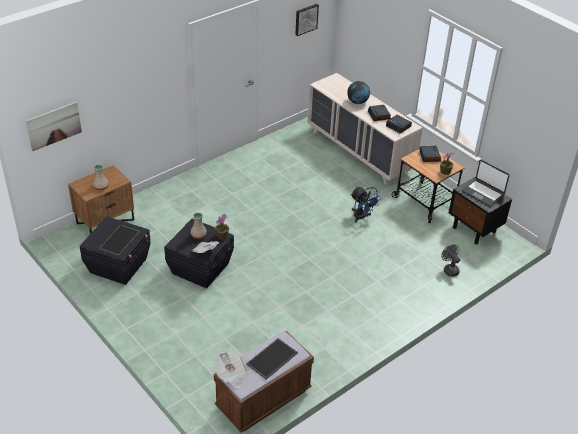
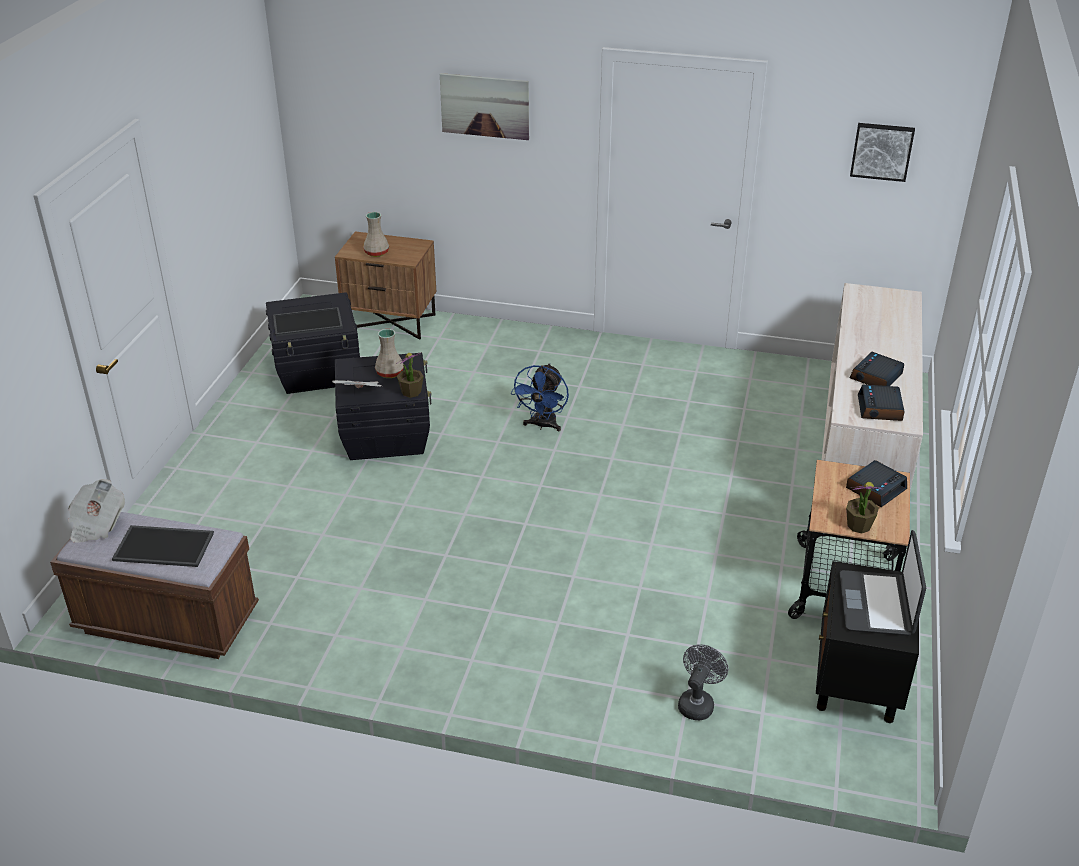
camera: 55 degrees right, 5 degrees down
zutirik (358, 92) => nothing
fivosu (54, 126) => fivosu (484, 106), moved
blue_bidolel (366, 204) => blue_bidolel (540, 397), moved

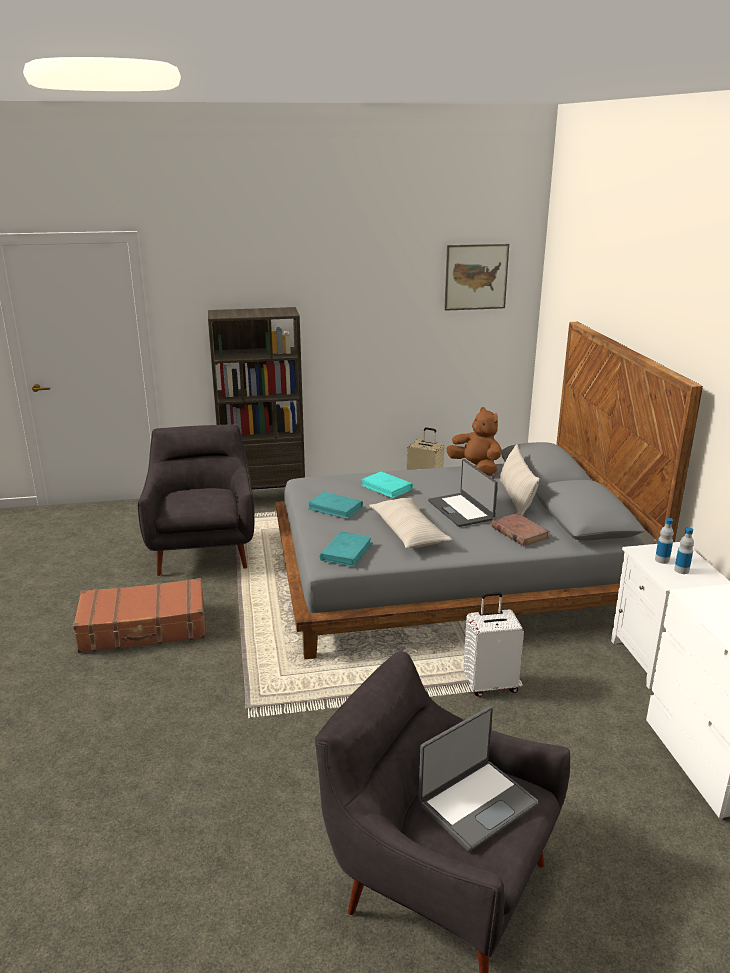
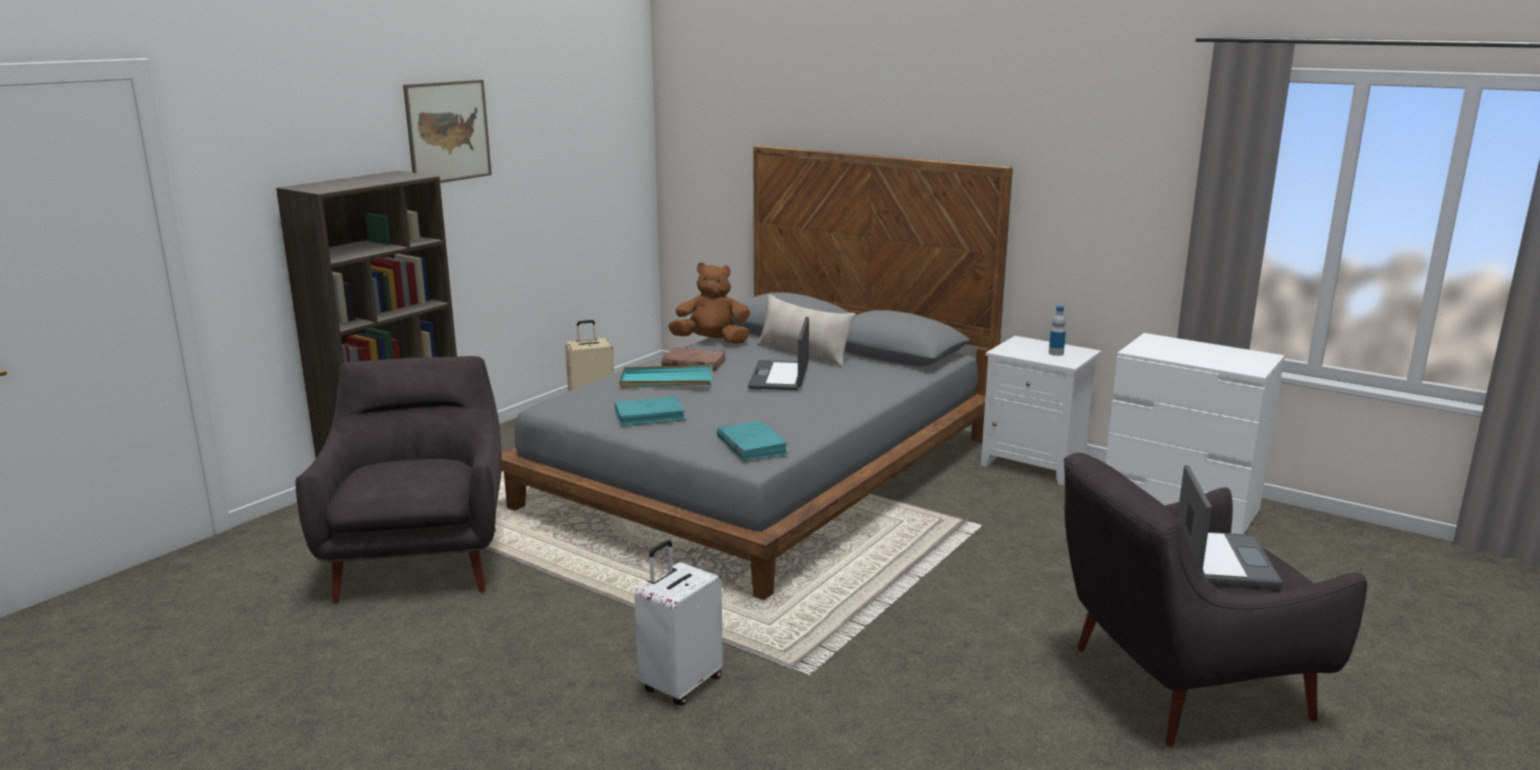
camera: 45 degrees left, 5 degrees down
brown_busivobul (139, 615) => nothing
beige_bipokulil (410, 523) => nothing
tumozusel (664, 541) => nothing
fivosu (476, 277) => fivosu (447, 131), moved
white_busivobul (493, 644) => white_busivobul (678, 622), moved
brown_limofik (520, 529) => brown_limofik (694, 359), moved
turquoise_limofik (387, 485) => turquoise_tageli (666, 376)
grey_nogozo (196, 500) => grey_nogozo (399, 480), 45 degrees clockwise
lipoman (463, 493) => lipoman (778, 353), 75 degrees clockwise

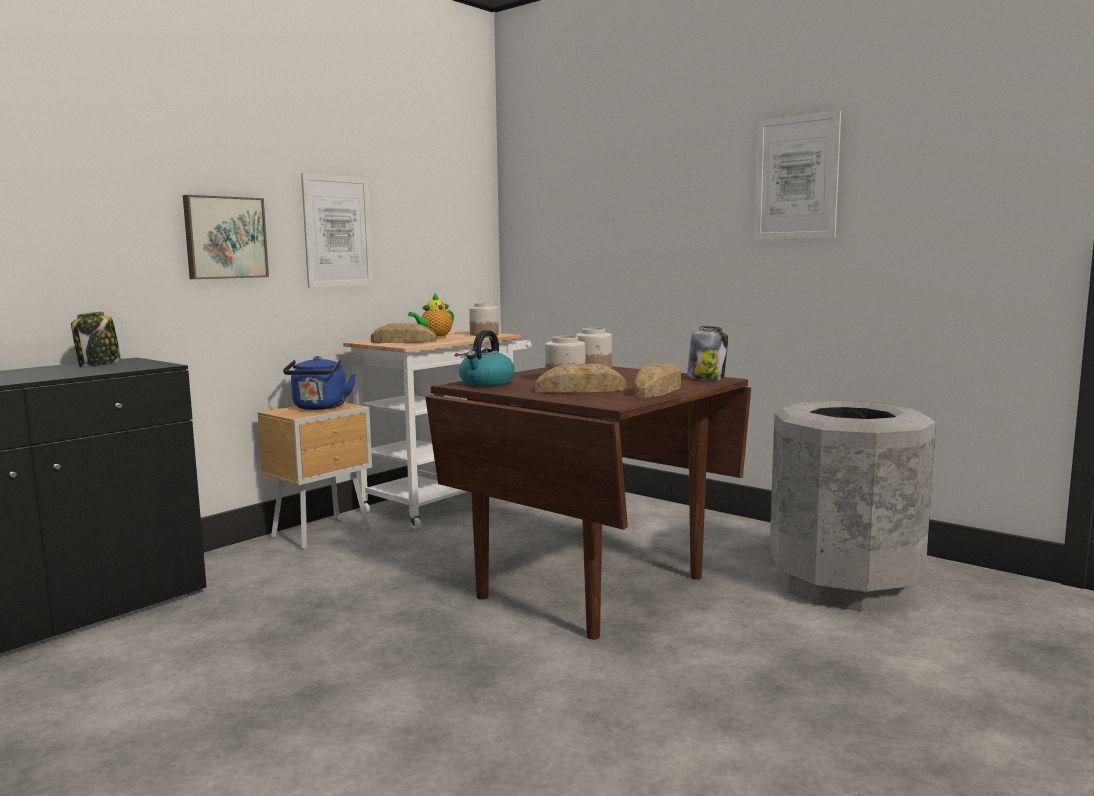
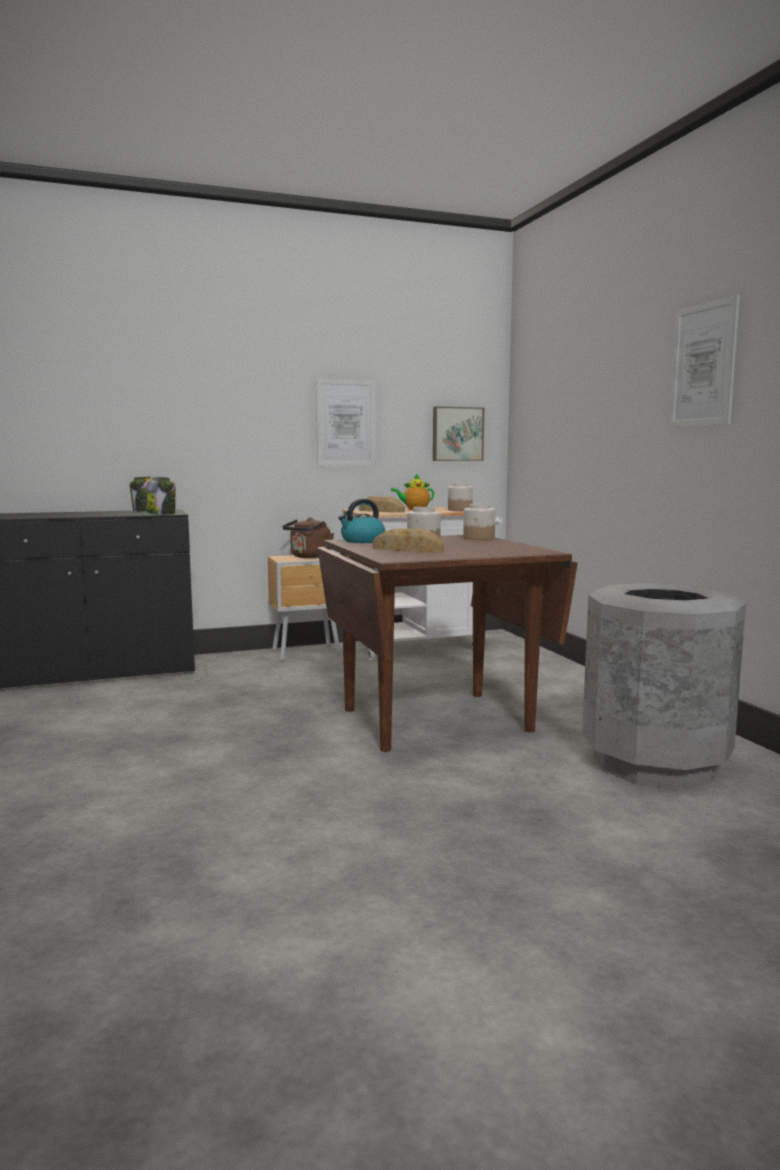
camera: 30 degrees right, 0 degrees up
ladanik (657, 380) => nothing
fivosu (226, 237) => fivosu (458, 434), moved
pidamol (707, 353) => pidamol (161, 496), moved
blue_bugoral (319, 383) => brown_bugoral (308, 538)

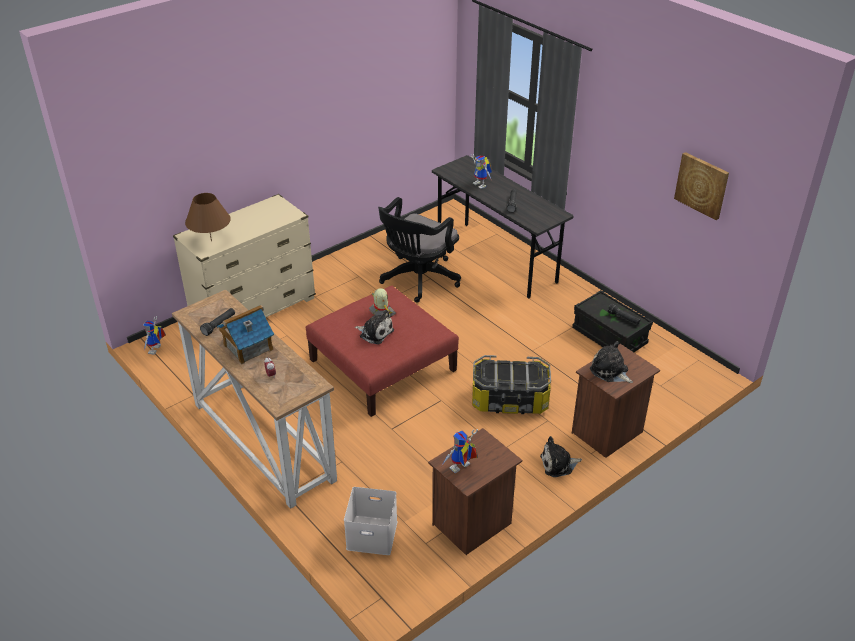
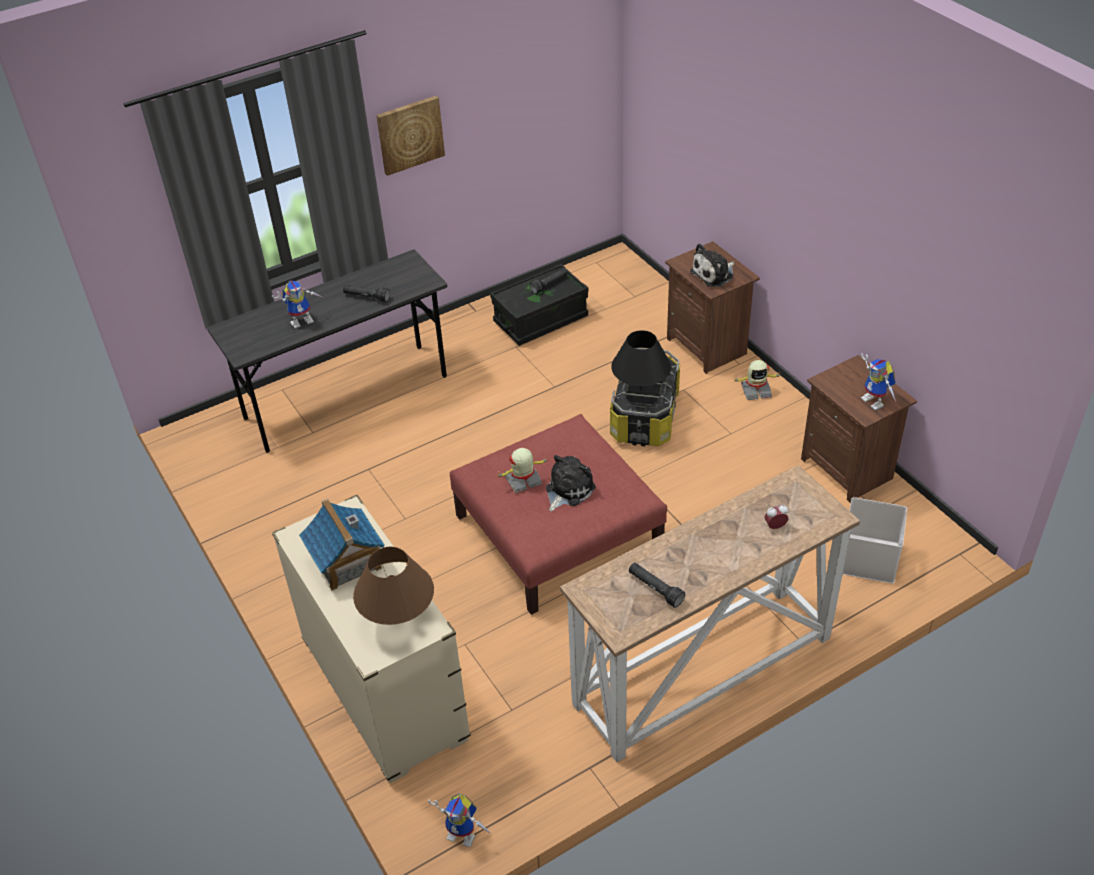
camera: 80 degrees left, 5 degrees up
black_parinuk (419, 249) => nothing
nothing => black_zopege (641, 360)
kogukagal (245, 334) => kogukagal (342, 544), moved
fivosu (701, 186) => fivosu (410, 136), moved
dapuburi (561, 456) => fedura (757, 380)

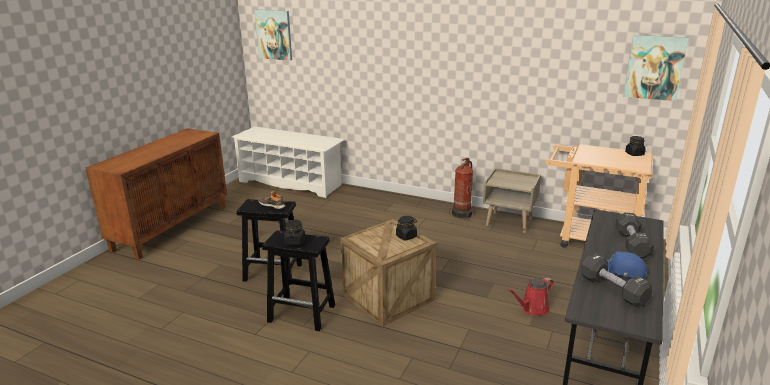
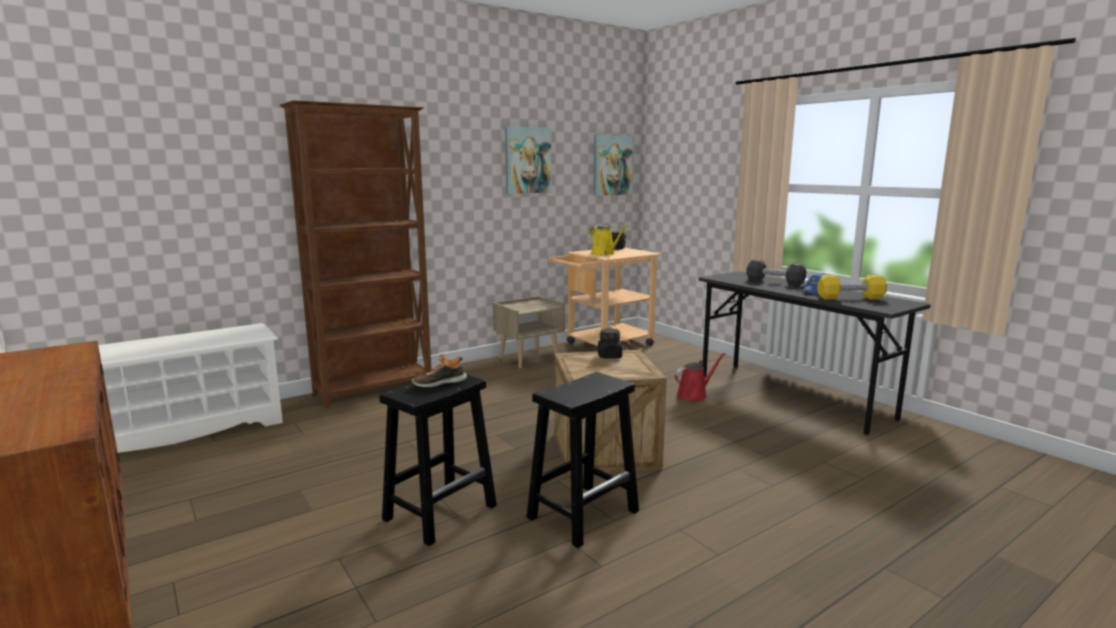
camera: 60 degrees left, 10 degrees down
black_pidamol (294, 232) => nothing
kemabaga (462, 189) => nothing
nothing => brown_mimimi (355, 254)
nothing => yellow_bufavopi (609, 240)
fivosu (273, 35) => fivosu (528, 160), moved
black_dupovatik (616, 280) => yellow_dupovatik (852, 287)
red_bufavopi (531, 297) => red_bufavopi (700, 377), 120 degrees counterclockwise

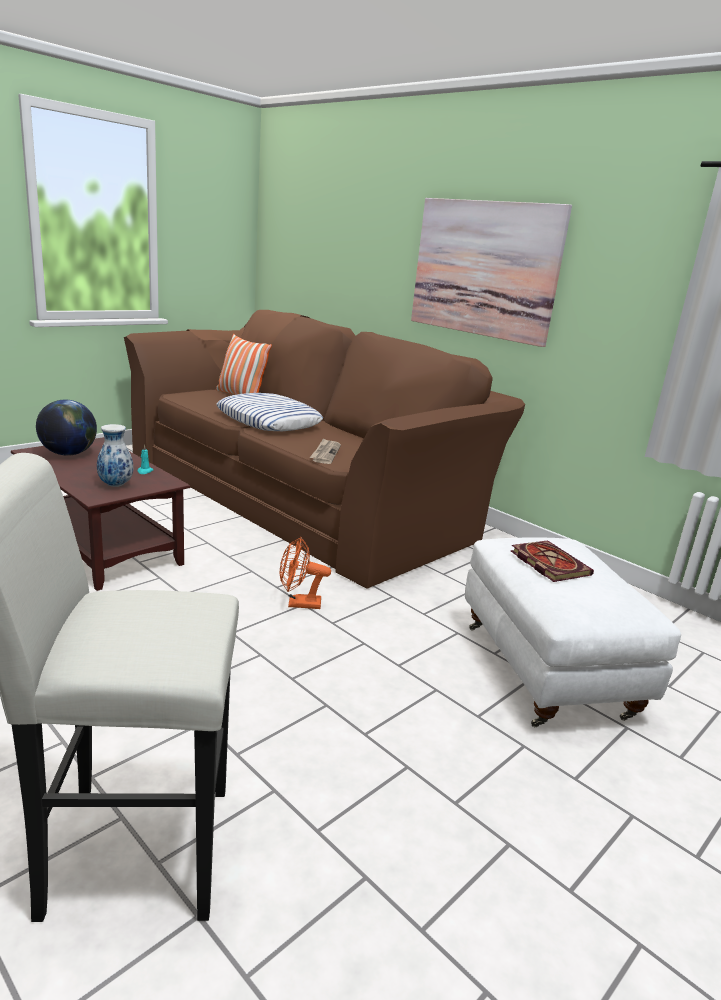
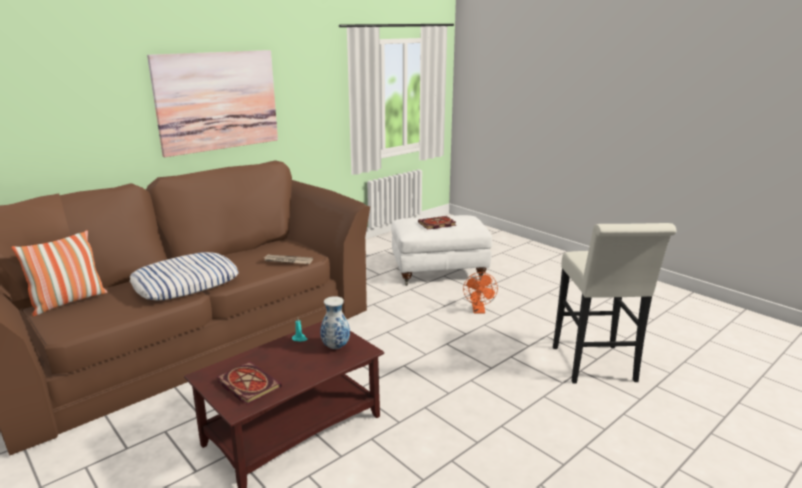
camera: 85 degrees left, 0 degrees up
orange_bidolel (305, 573) => orange_bidolel (480, 293), moved
zutirik (66, 427) => limofik (249, 383)

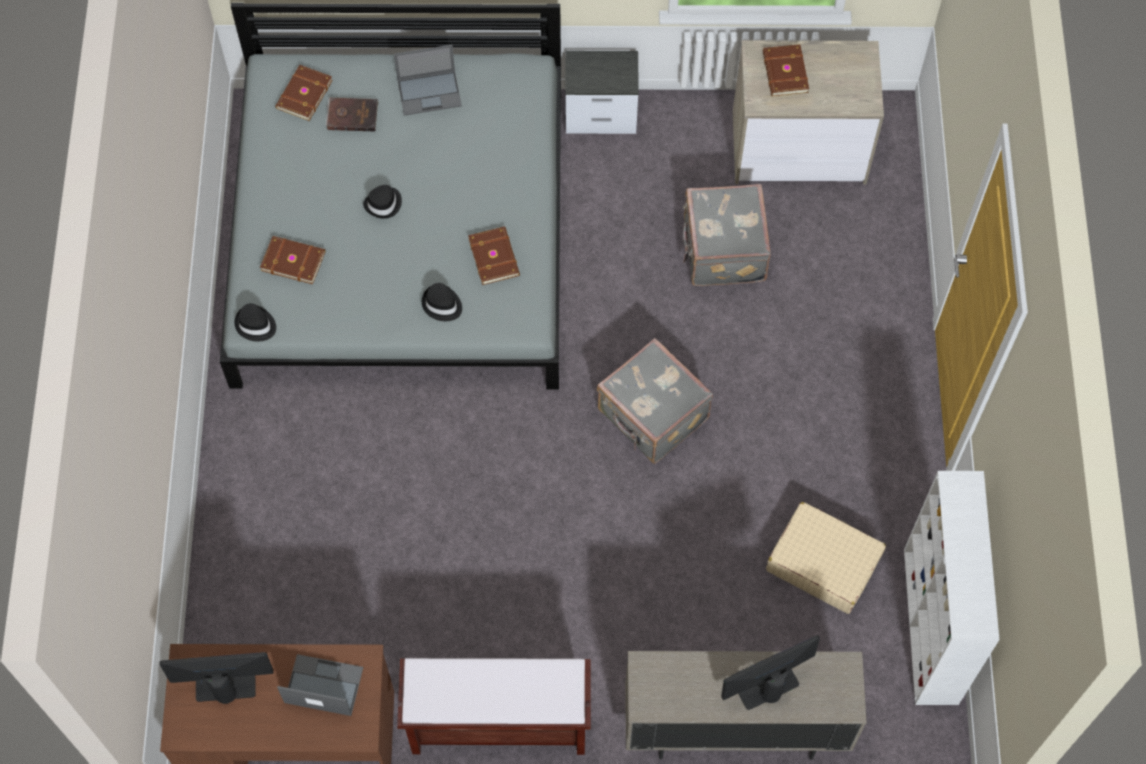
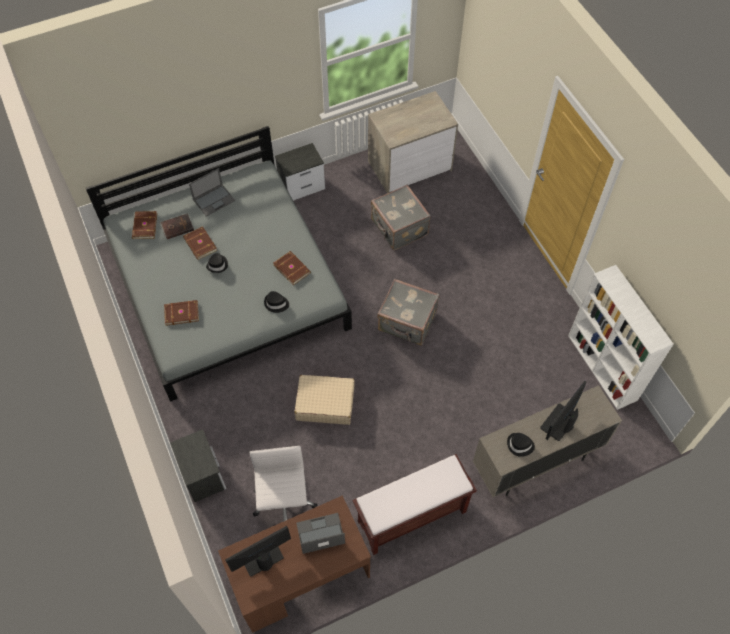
camera: 25 degrees left, 5 degrees down
nothing => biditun (198, 465)
nothing => white_parinuk (283, 483)
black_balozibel (255, 322) => black_balozibel (521, 445), moved
brown_limofik (786, 70) => brown_limofik (200, 243), moved
beige_busivobul (826, 558) => beige_busivobul (324, 400), moved

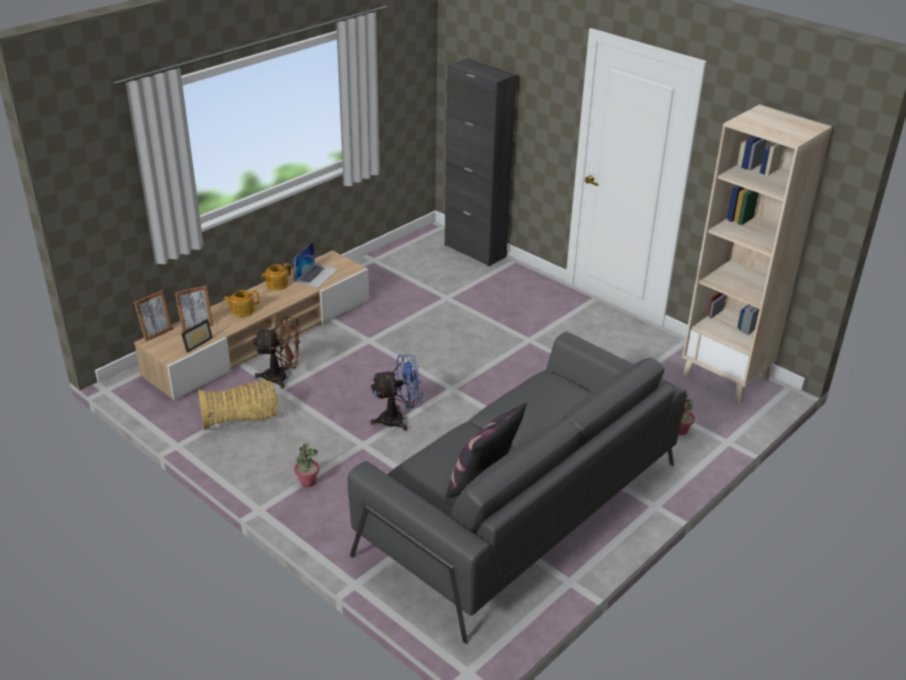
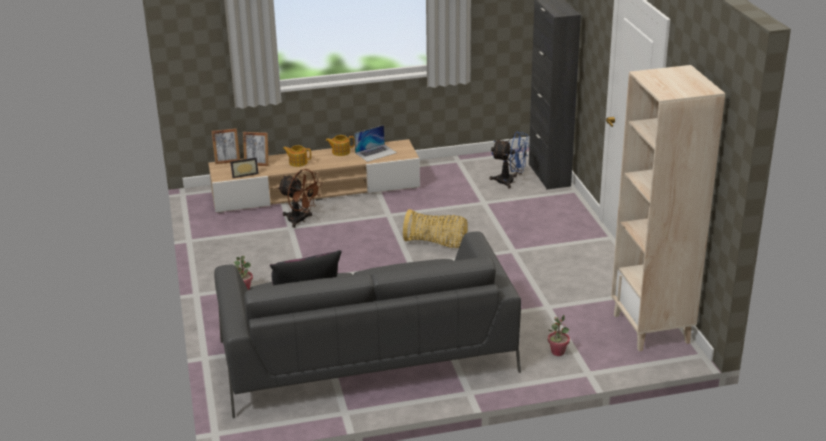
camera: 35 degrees right, 5 degrees down
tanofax (238, 405) => tanofax (435, 228), moved
blue_bidolel (396, 393) => blue_bidolel (509, 160), moved

